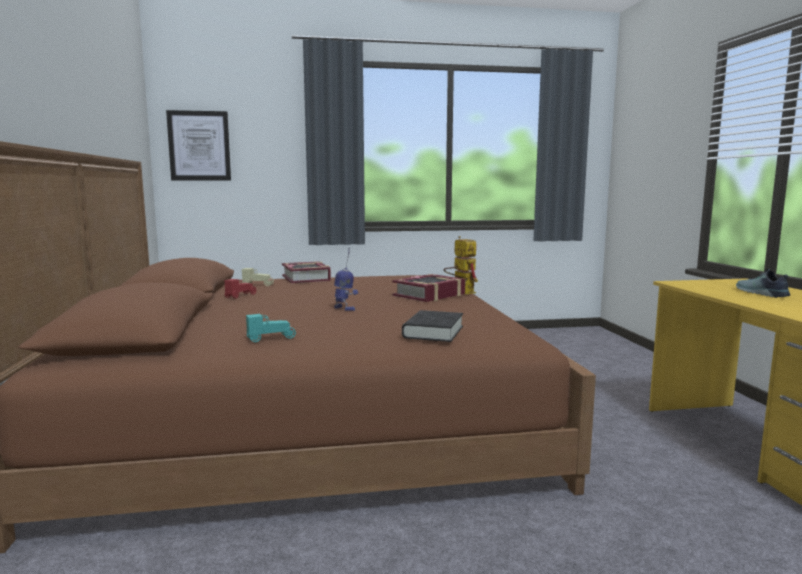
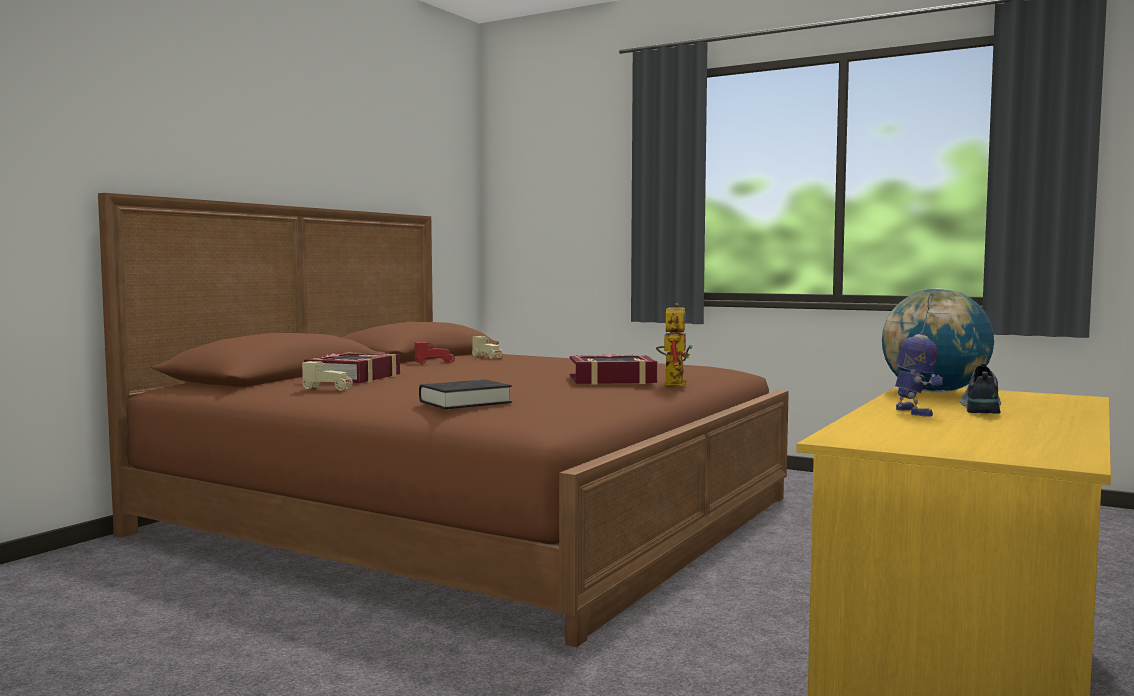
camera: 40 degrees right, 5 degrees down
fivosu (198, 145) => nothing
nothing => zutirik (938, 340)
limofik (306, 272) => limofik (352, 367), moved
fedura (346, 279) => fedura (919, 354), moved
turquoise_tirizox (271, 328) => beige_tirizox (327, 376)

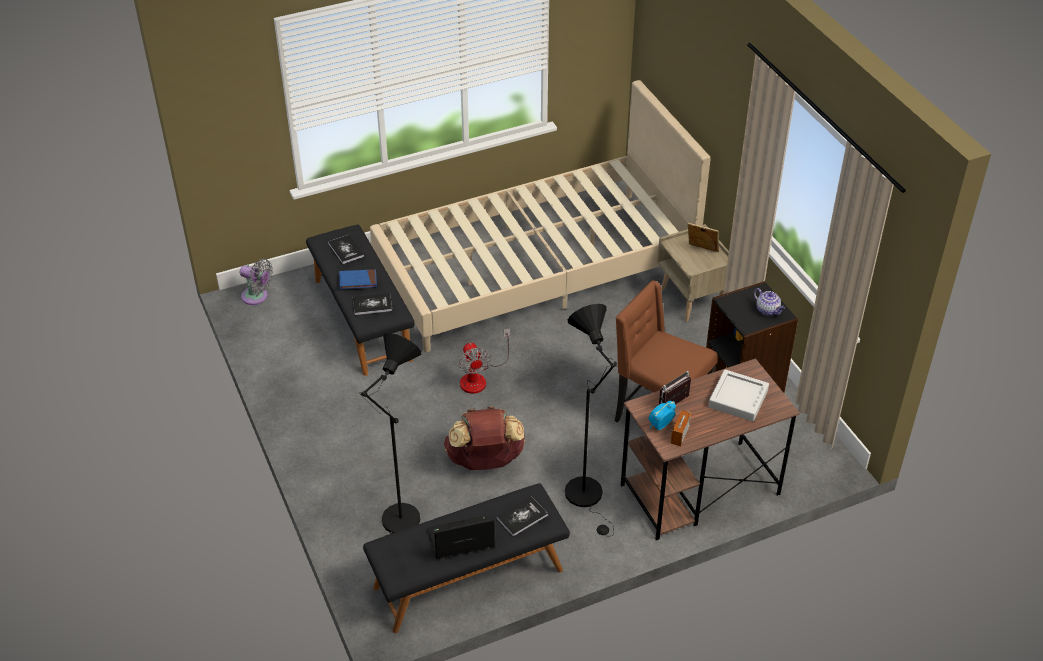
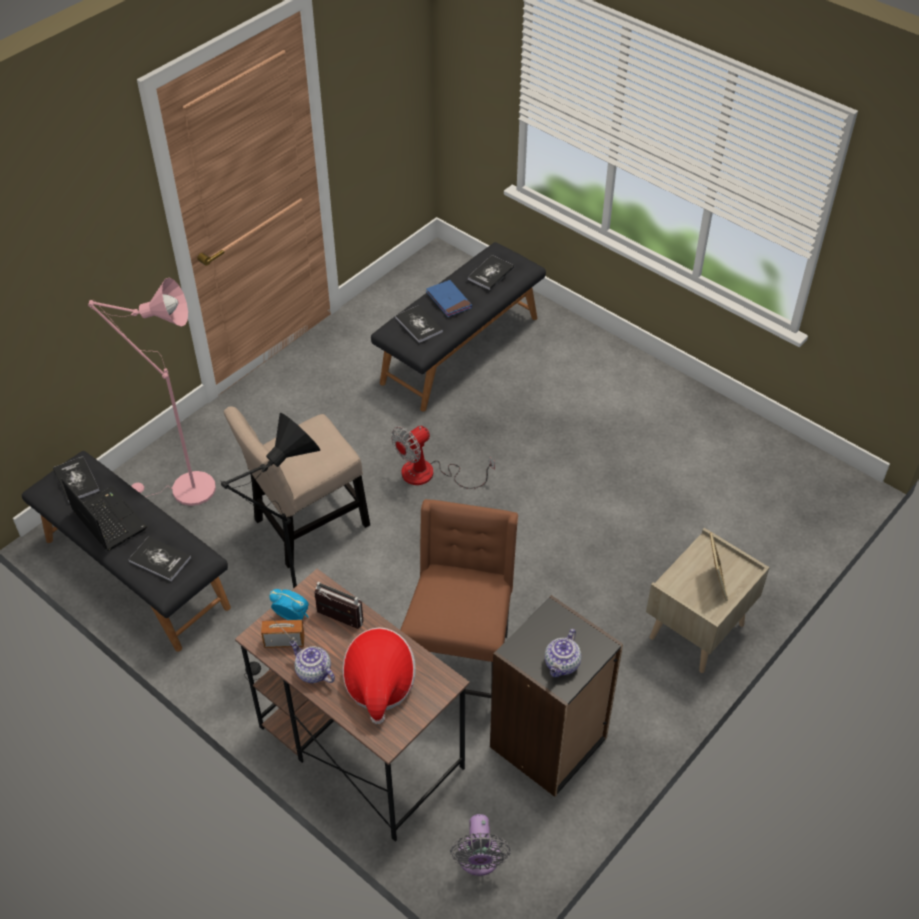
camera: 65 degrees right, 5 degrees up
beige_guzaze (540, 216) => nothing
nothing => limofik (76, 479)
nothing => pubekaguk (312, 662)
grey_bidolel (256, 282) => grey_bidolel (480, 845), moved
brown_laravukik (485, 438) => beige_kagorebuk (297, 487)
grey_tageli (738, 395) => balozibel (379, 675)
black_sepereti (390, 433) => pink_sepereti (152, 392)

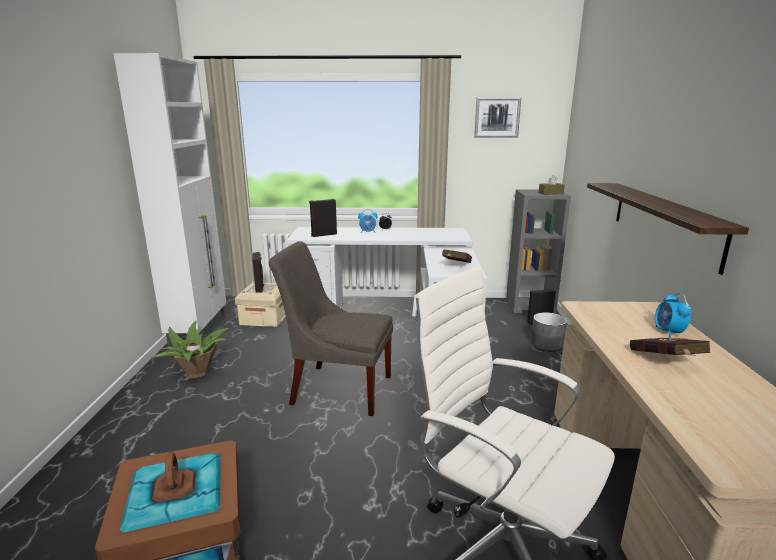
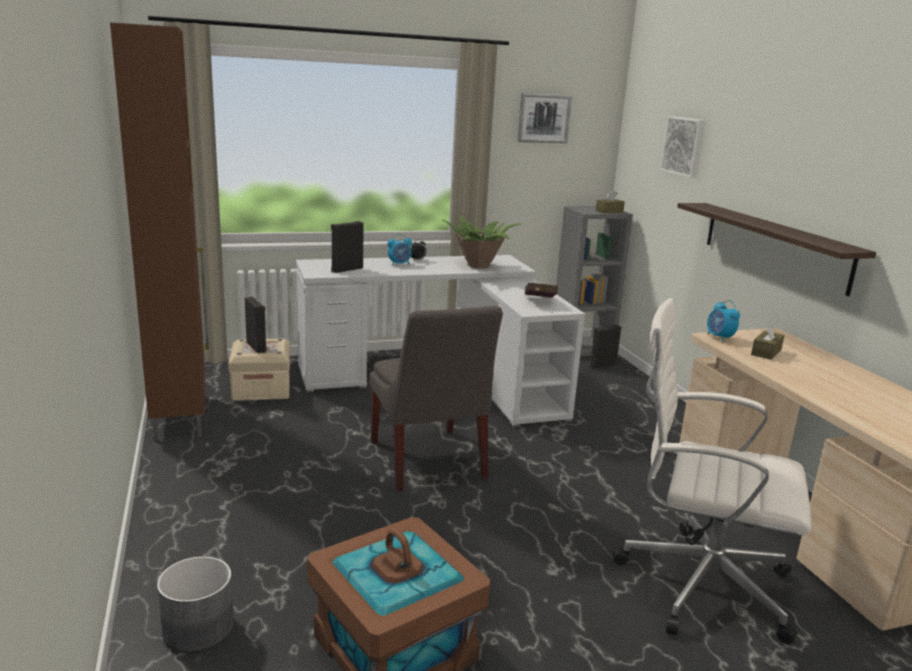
camera: 20 degrees left, 0 degrees up
red_limofik (670, 347) => nothing
nothing => fivosu (683, 147)
nothing => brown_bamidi (768, 341)
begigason (189, 349) => begigason (482, 242), moved
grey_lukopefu (549, 332) => grey_lukopefu (195, 605), moved
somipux (673, 315) => somipux (723, 321), moved
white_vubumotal (170, 200) => brown_vubumotal (159, 231)
grey_kagorebuk (331, 328) => grey_kagorebuk (436, 398), 105 degrees counterclockwise

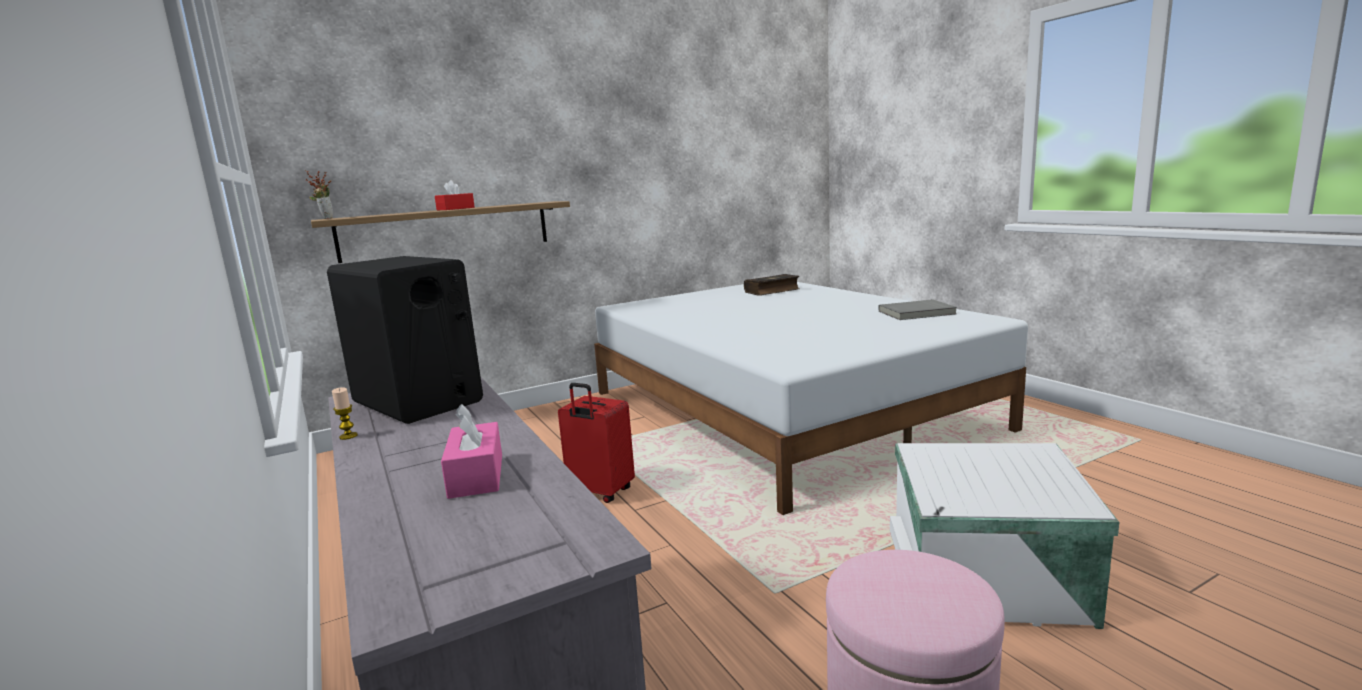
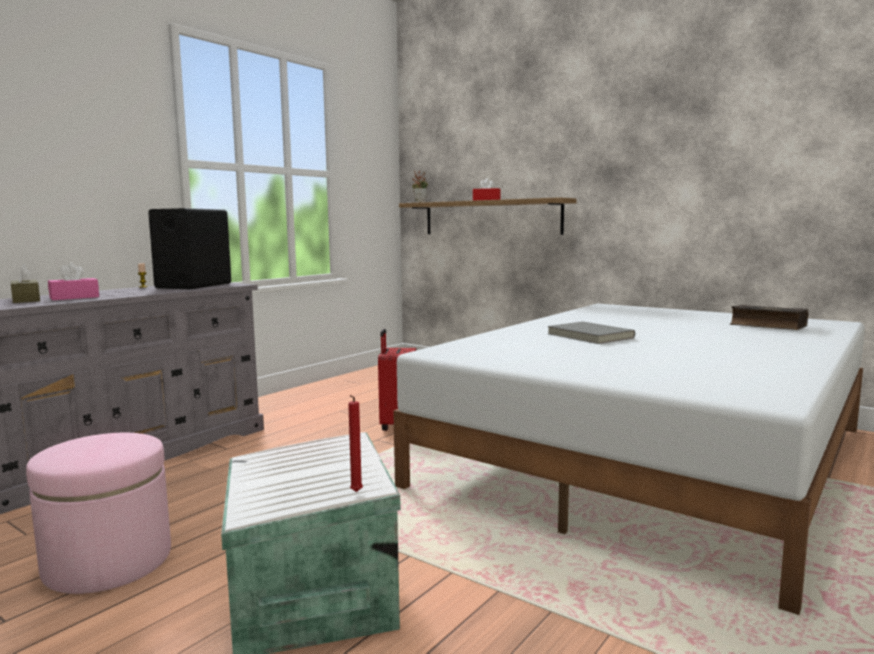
camera: 65 degrees right, 5 degrees down
nothing => brown_bamidi (25, 283)
nothing => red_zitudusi (355, 443)
grey_limofik (917, 309) => grey_limofik (591, 332), moved

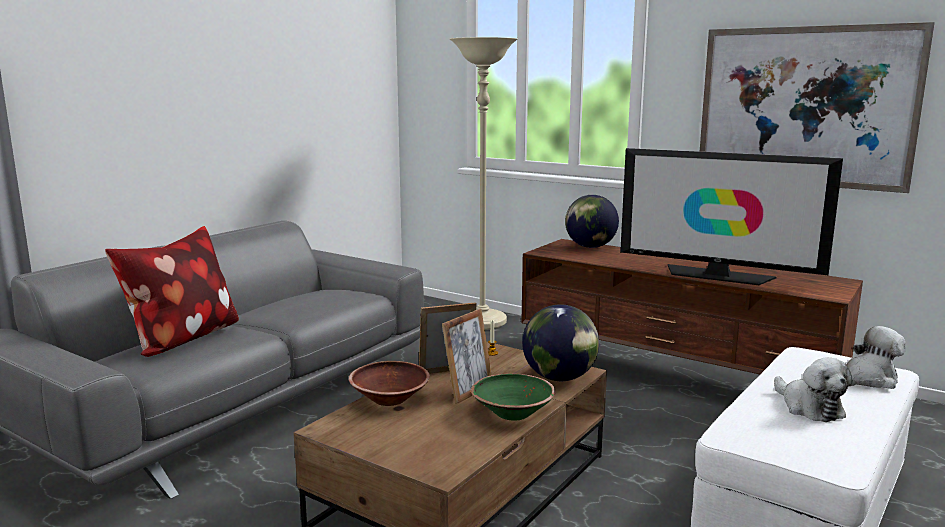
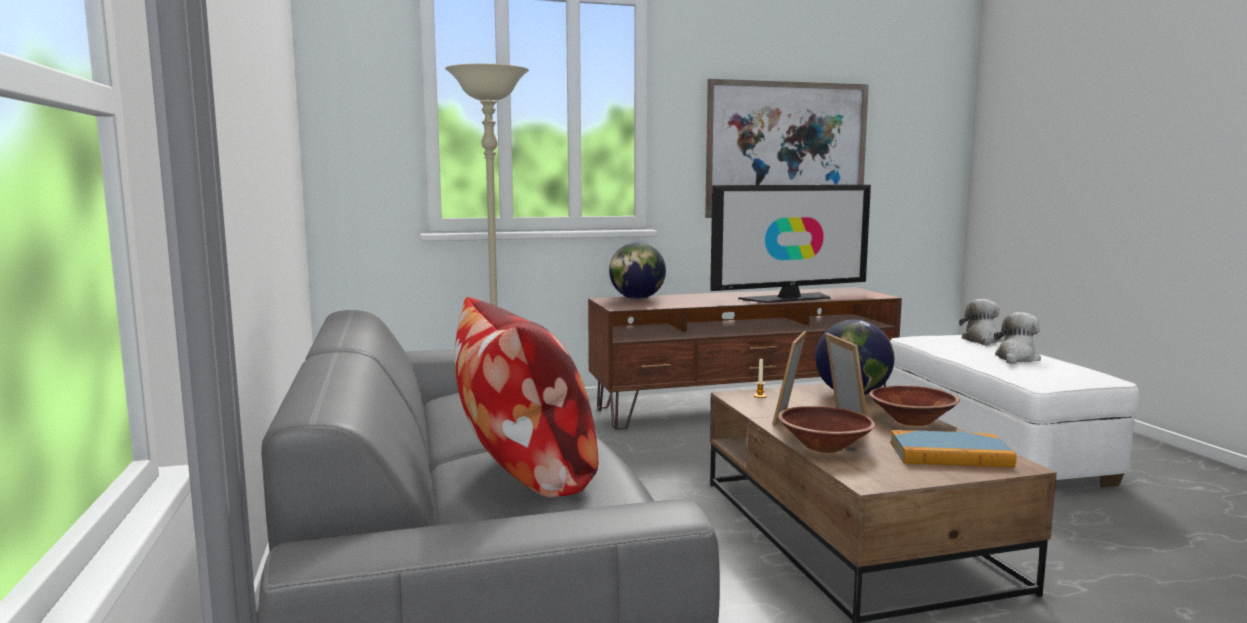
camera: 50 degrees left, 5 degrees down
nothing => limofik (953, 449)
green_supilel (513, 397) => brown_supilel (914, 406)
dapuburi (813, 390) => dapuburi (1017, 338), 75 degrees counterclockwise

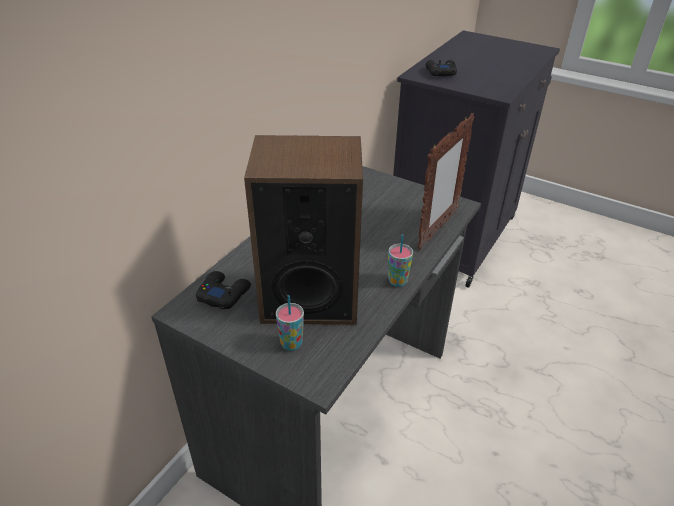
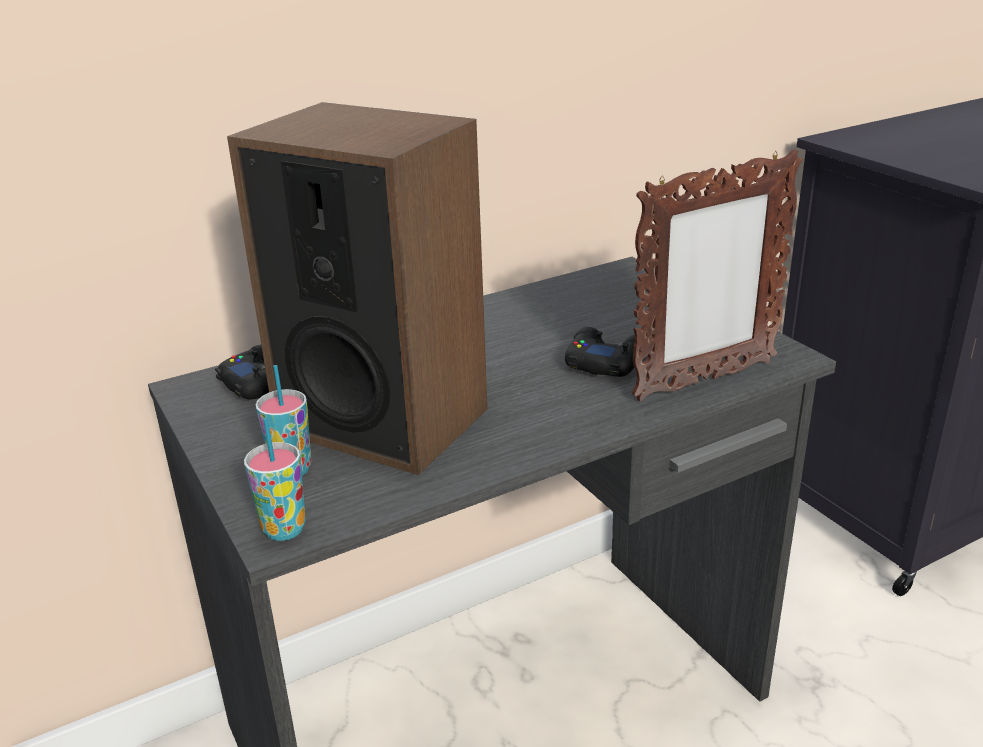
camera: 30 degrees right, 10 degrees down
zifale (400, 260) => zifale (275, 479), moved
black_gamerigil (441, 68) => black_gamerigil (600, 352), moved

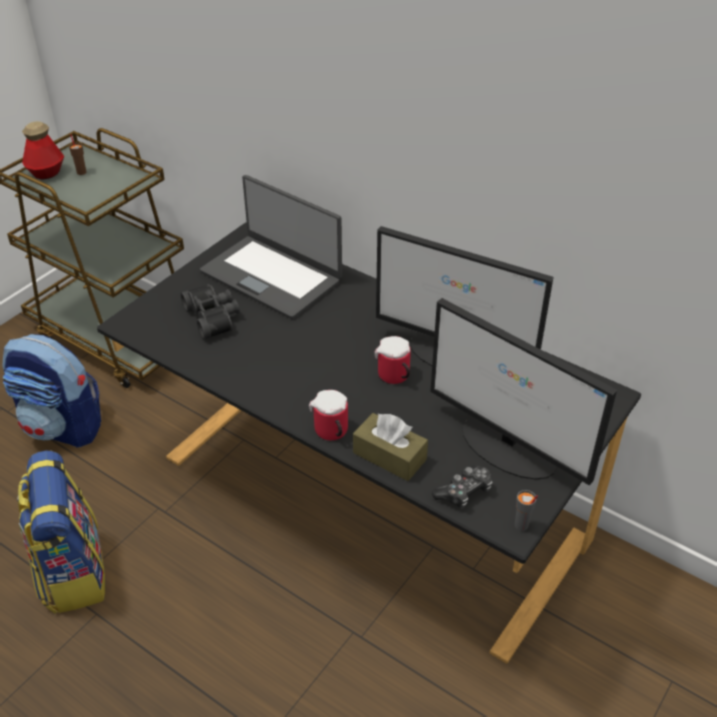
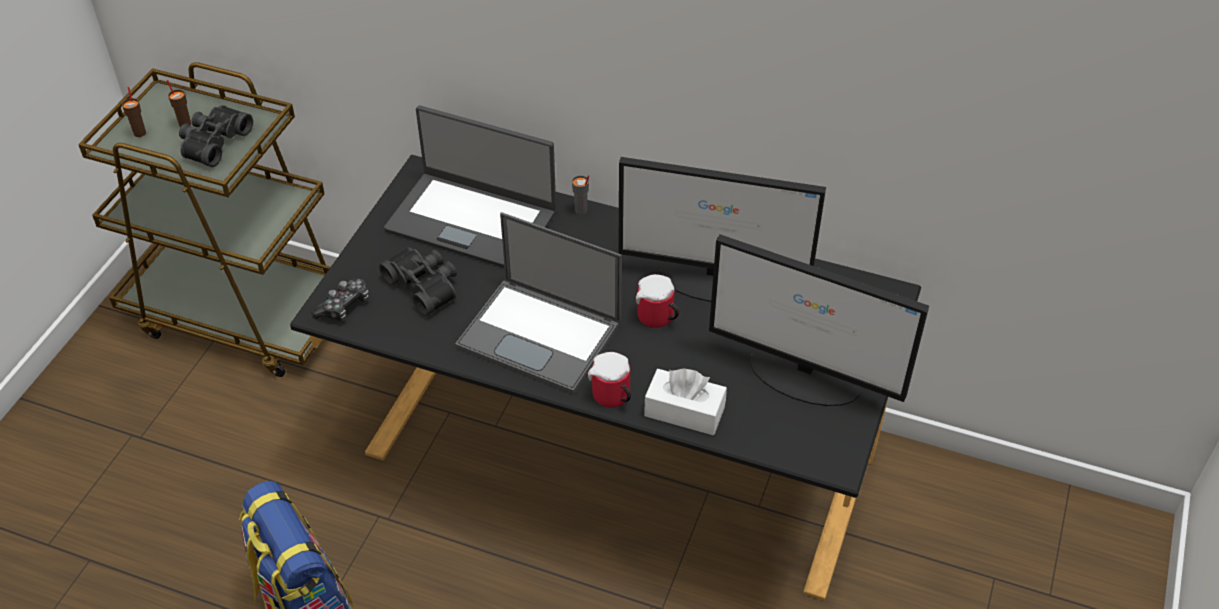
camera: 15 degrees left, 5 degrees up
laravukik (52, 391) => nothing
nothing => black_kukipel (216, 136)
nothing => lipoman (538, 303)
gamerigil (462, 486) => gamerigil (340, 299), moved
grey_zifale (526, 510) => grey_zifale (580, 195), moved
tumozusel (43, 150) => brown_zifale (134, 112)
brown_bamidi (390, 447) => white_bamidi (685, 401)

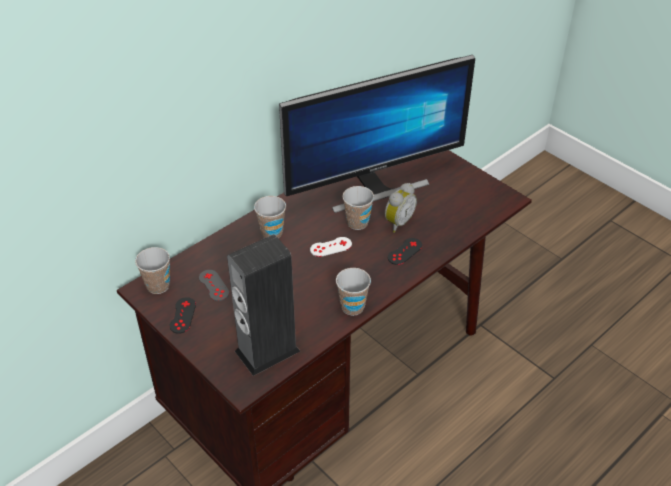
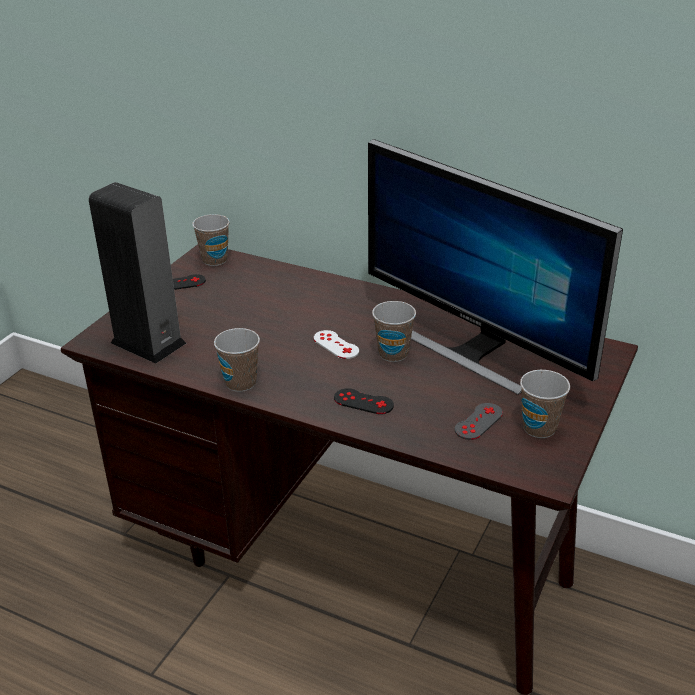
camera: 70 degrees right, 10 degrees down
somipux (401, 208) => nothing
grey_gamerigil (214, 285) => grey_gamerigil (478, 421), moved
zifale (270, 217) => zifale (545, 404), moved

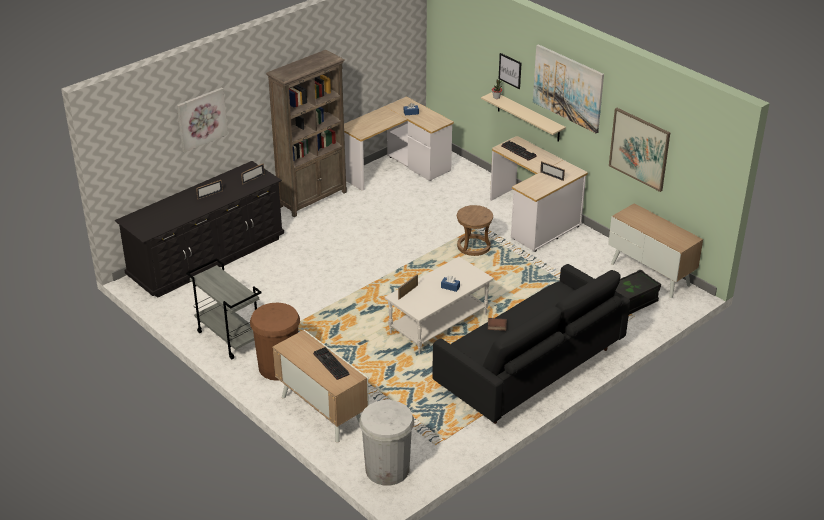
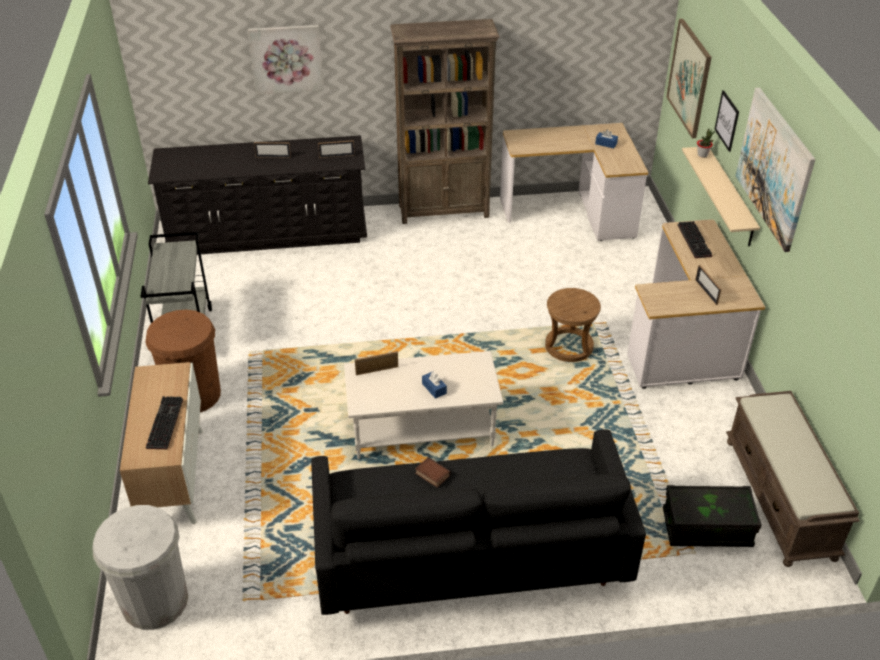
camera: 35 degrees right, 5 degrees up
fivosu (639, 150) => fivosu (688, 78), moved
vubumotal (655, 250) => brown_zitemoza (793, 479)

